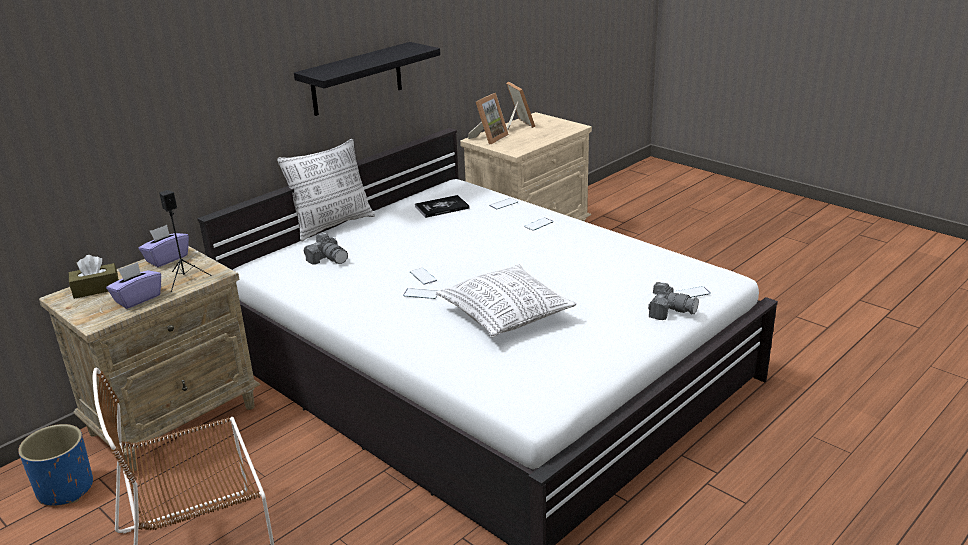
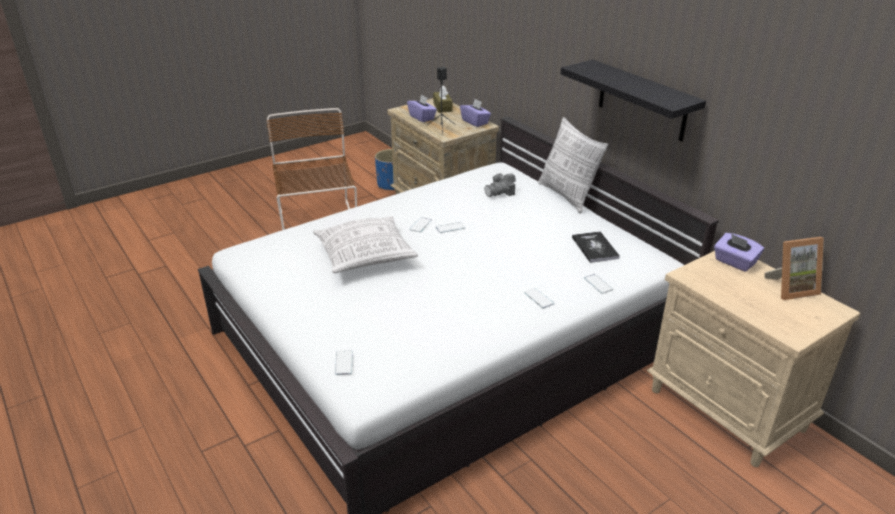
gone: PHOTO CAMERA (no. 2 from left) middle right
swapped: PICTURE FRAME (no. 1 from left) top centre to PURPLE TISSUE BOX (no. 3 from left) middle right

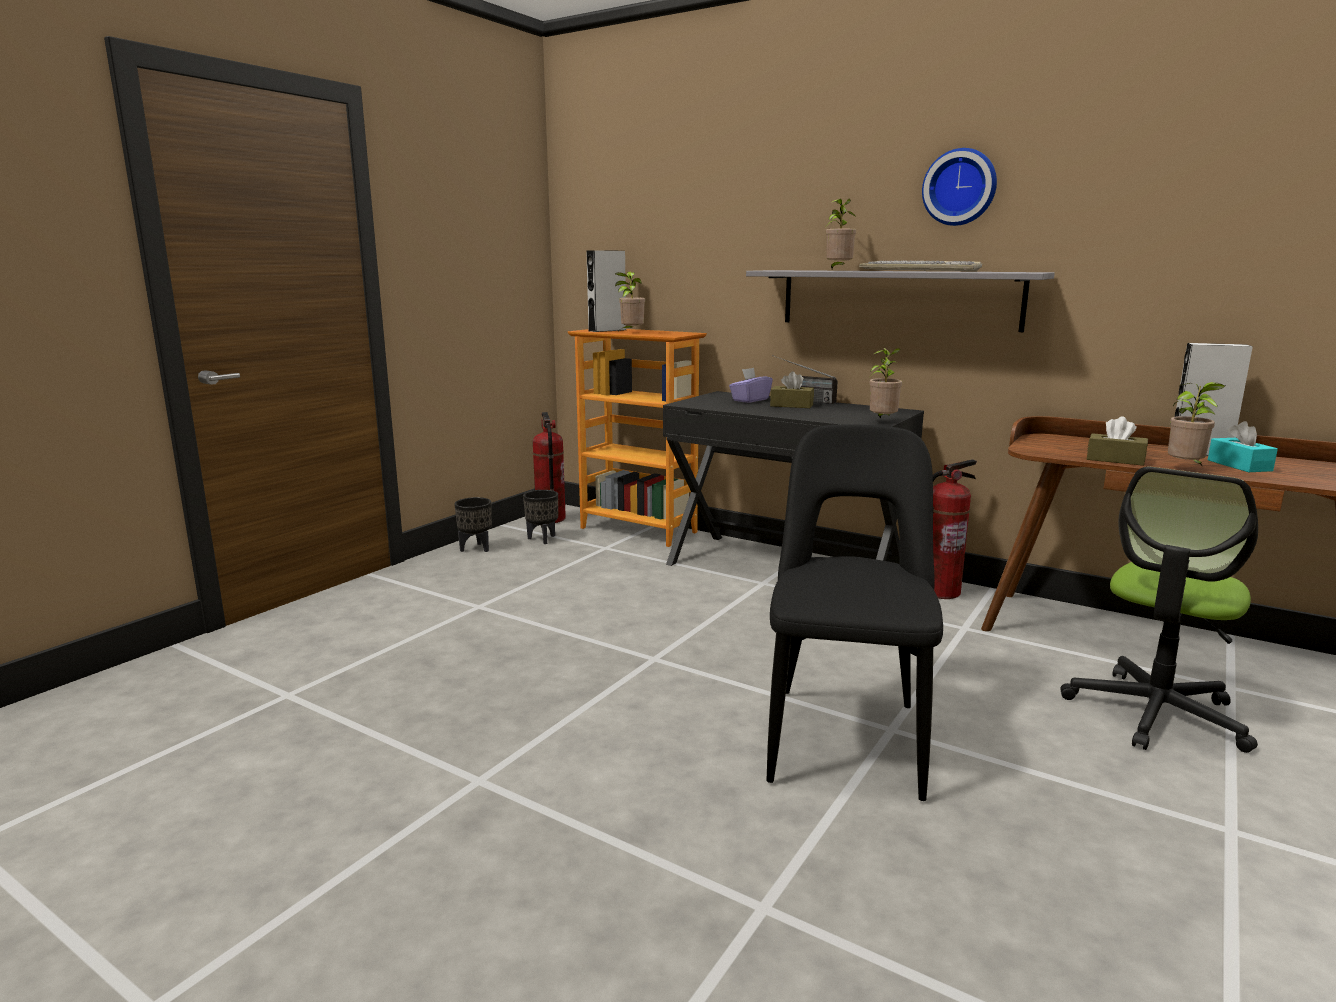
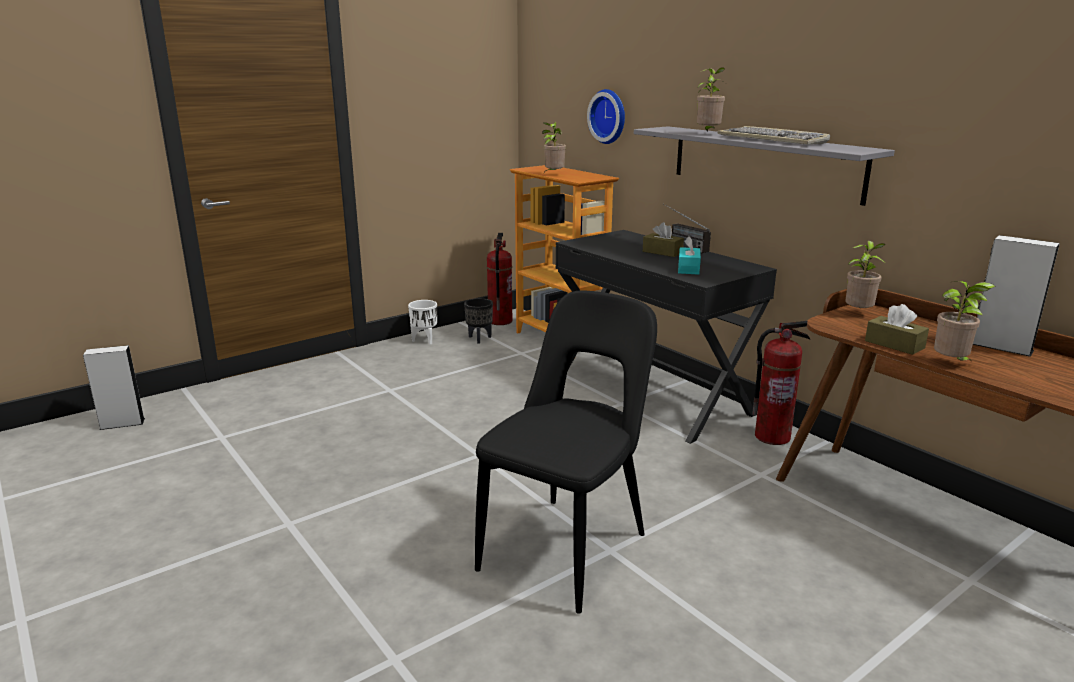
gone: PURPLE TISSUE BOX centre; OFFICE CHAIR middle right
shifted: GREY SPEAKER (no. 1 from left) top centre to middle left; POTTED PLANT (no. 3 from left) centre to middle right; WALL CLOCK top right to top centre; TURQUOISE TISSUE BOX middle right to centre
repainted: BLACK PLANTER (no. 1 from left) centre to WHITE PLANTER centre

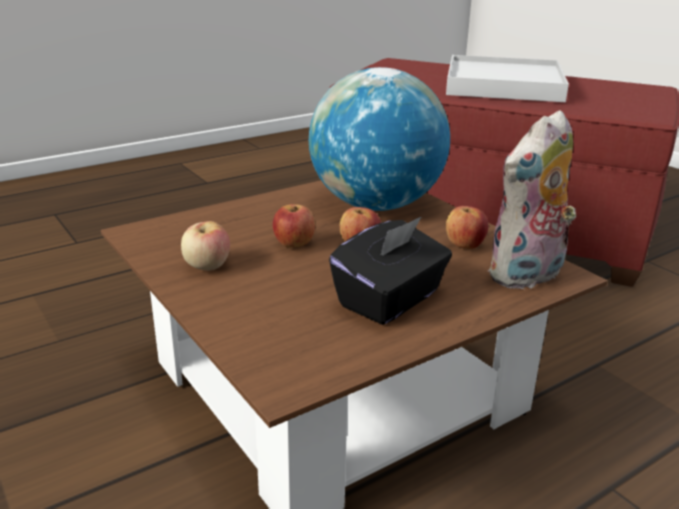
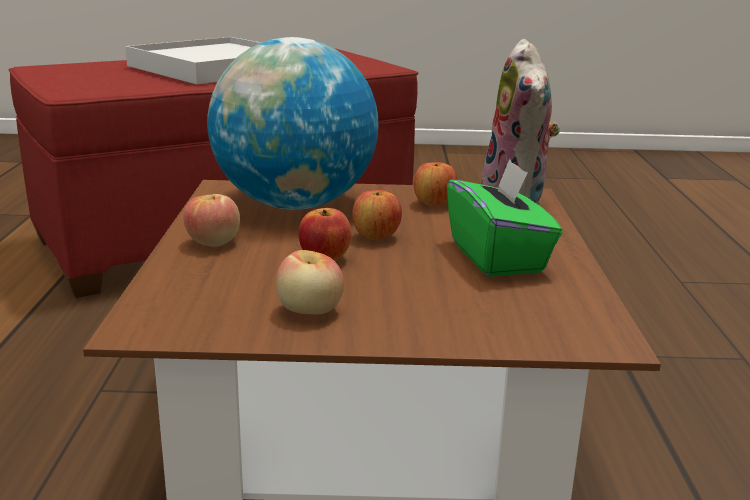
new: APPLE (no. 1 from left) middle left
repainted: BLACK TISSUE BOX centre to GREEN TISSUE BOX middle right

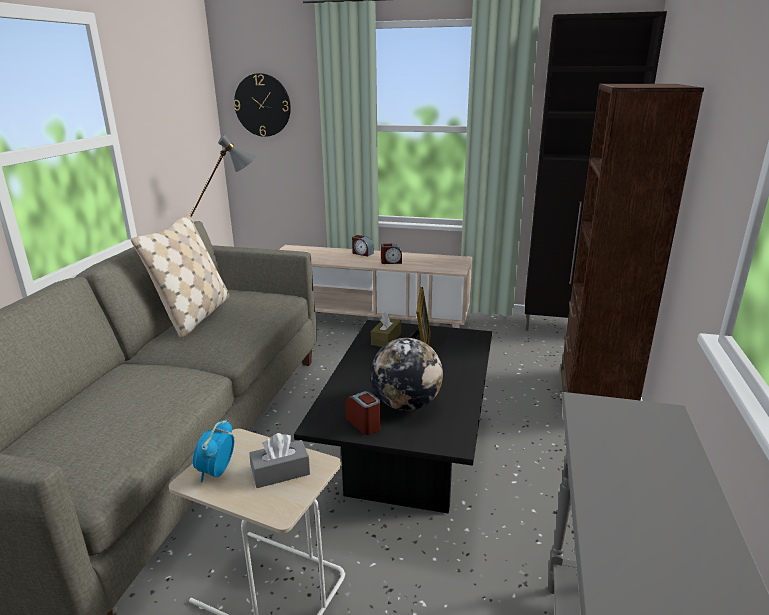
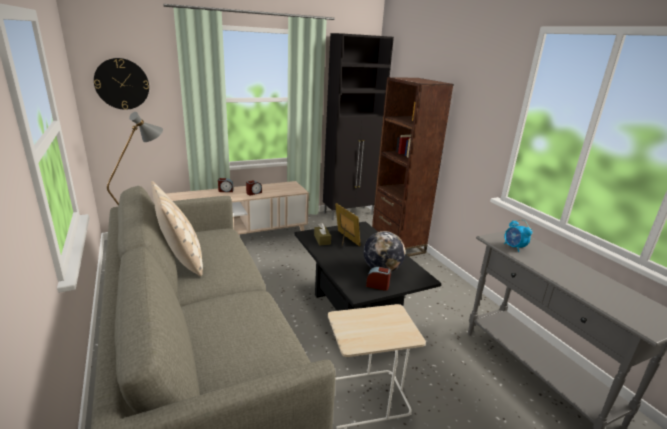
gone: GREY TISSUE BOX bottom centre
shifted: ALARM CLOCK (no. 1 from left in the first image) bottom left to ALARM CLOCK (no. 4 from left) middle right

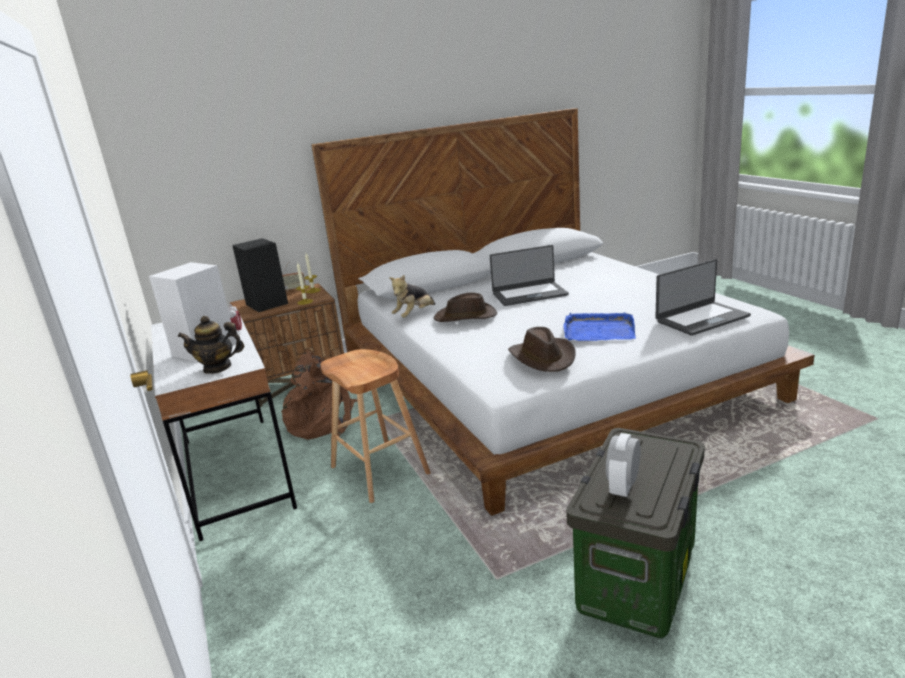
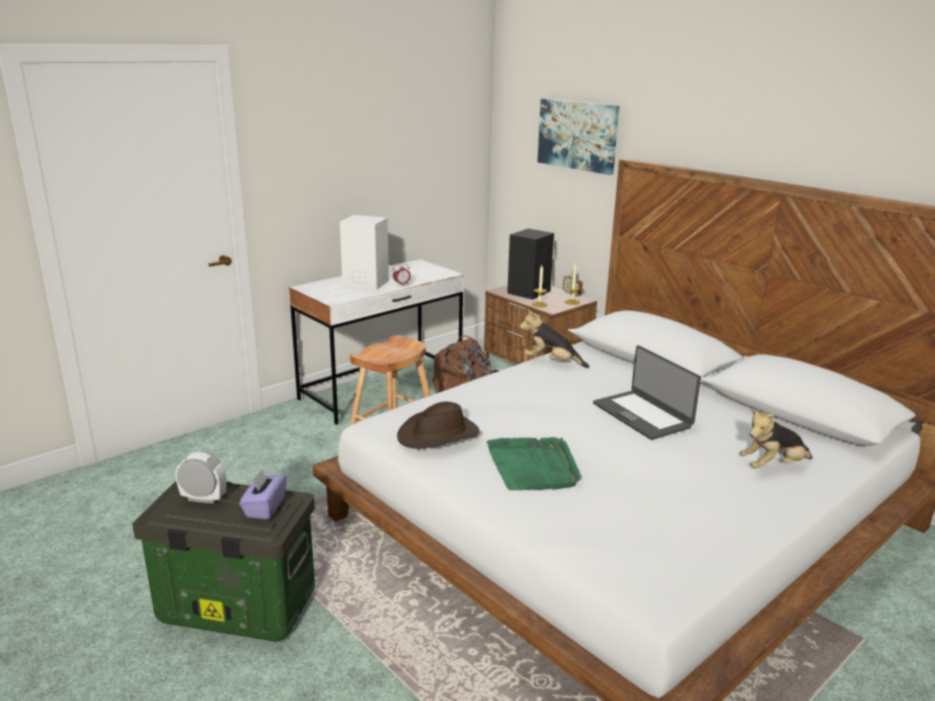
gone: TEAPOT middle left; BROWN HAT (no. 1 from left) centre; LAPTOP (no. 2 from left) middle right
new: PURPLE TISSUE BOX bottom left; PICTURE top centre; PLUSH TOY (no. 2 from left) middle right
repainted: BLUE TRAY centre to GREEN TRAY centre

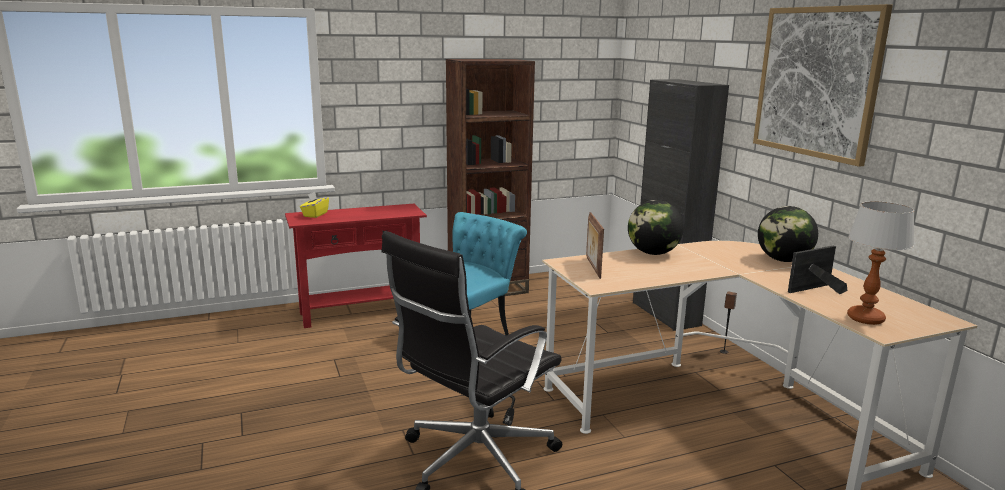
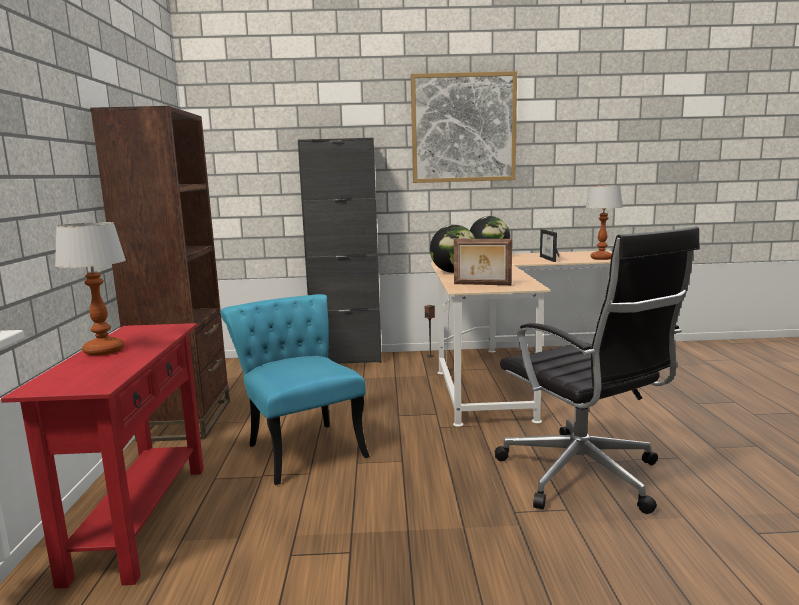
gone: YELLOW TISSUE BOX middle left
new: TABLE LAMP (no. 1 from left) middle left

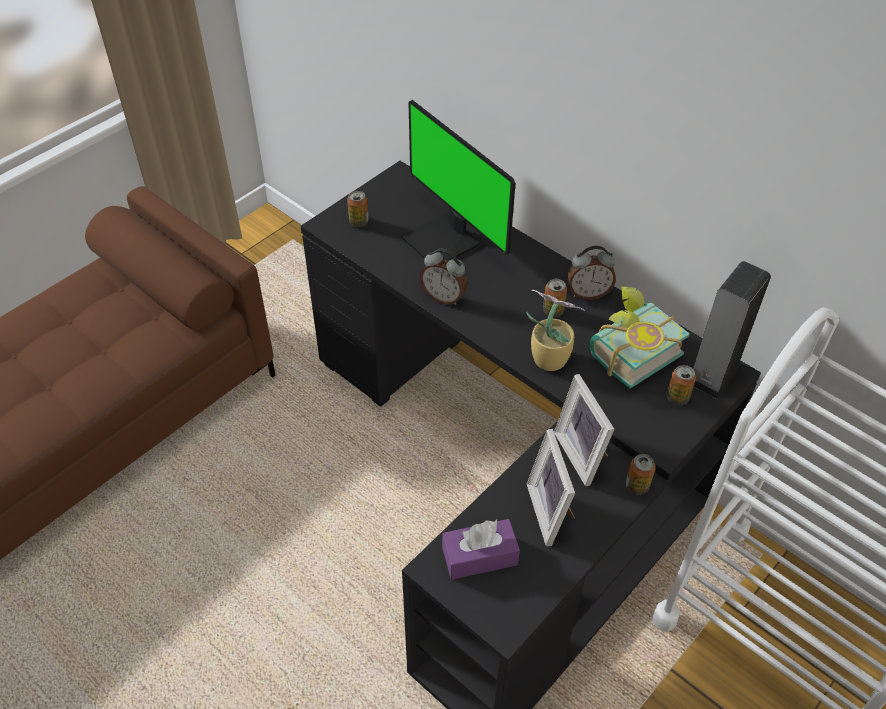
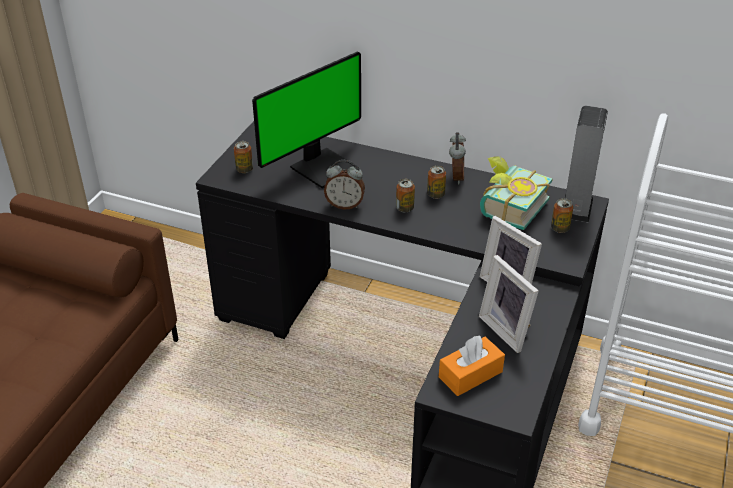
gone: POTTED PLANT centre
shifted: CAN (no. 3 from left in the first image) bottom right to CAN (no. 2 from left) centre
repainted: PURPLE TISSUE BOX bottom centre to ORANGE TISSUE BOX bottom centre
rotated: MONITOR top centre = top centre 75 degrees counterclockwise; ALARM CLOCK (no. 2 from left) middle right = top centre 60 degrees counterclockwise

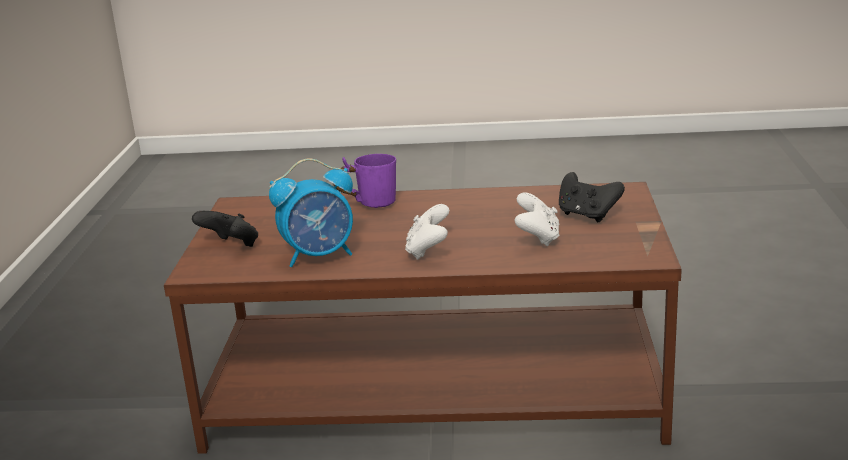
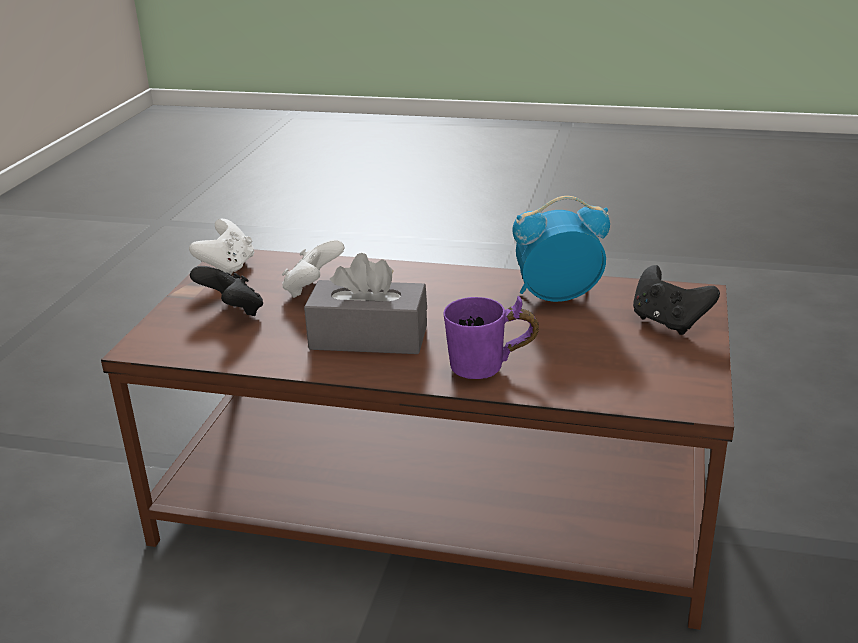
new: GREY TISSUE BOX centre
shifted: WHITE GAME CONTROLLER (no. 1 from left) centre to middle left

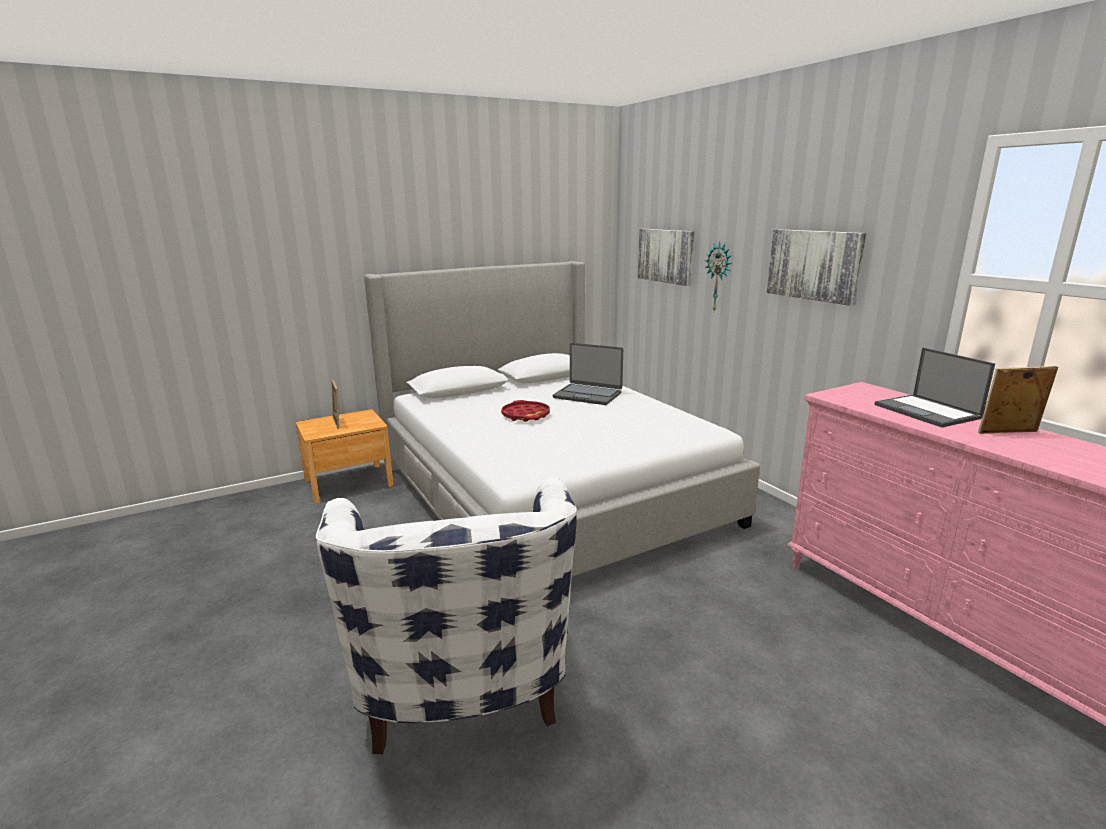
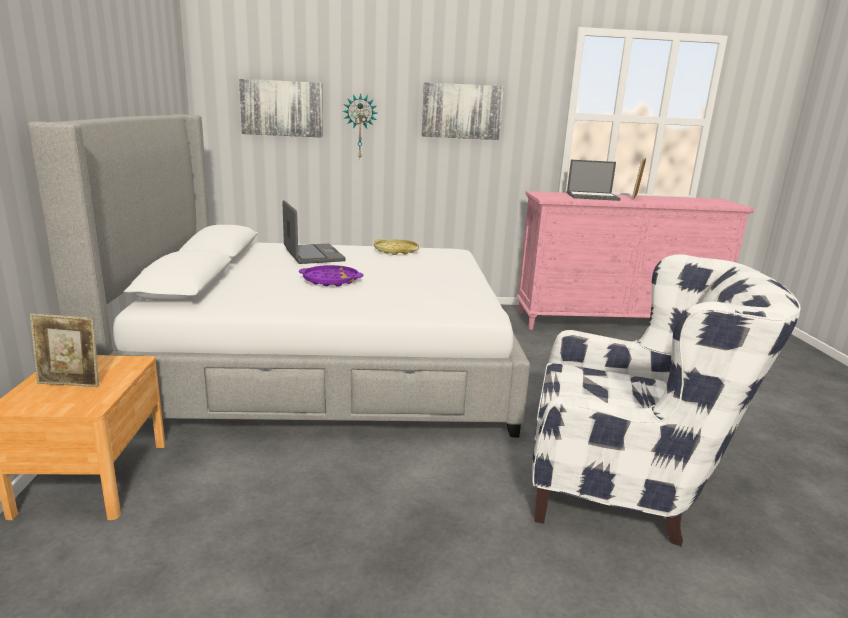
new: YELLOW TRAY centre
repainted: RED TRAY centre to PURPLE TRAY centre
rotated: LAPTOP (no. 1 from left) centre = centre 75 degrees counterclockwise

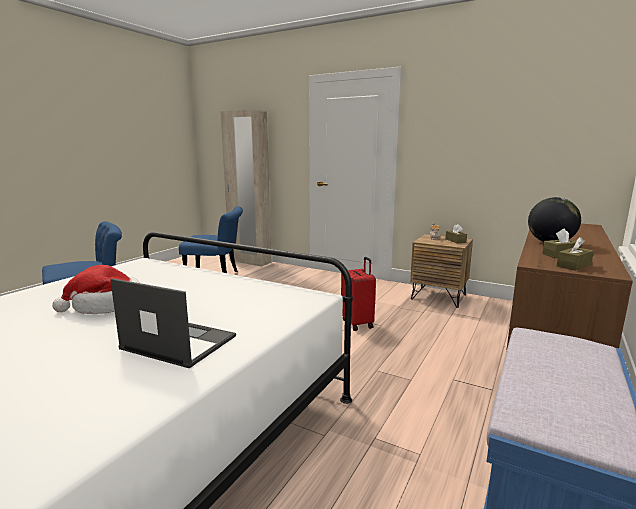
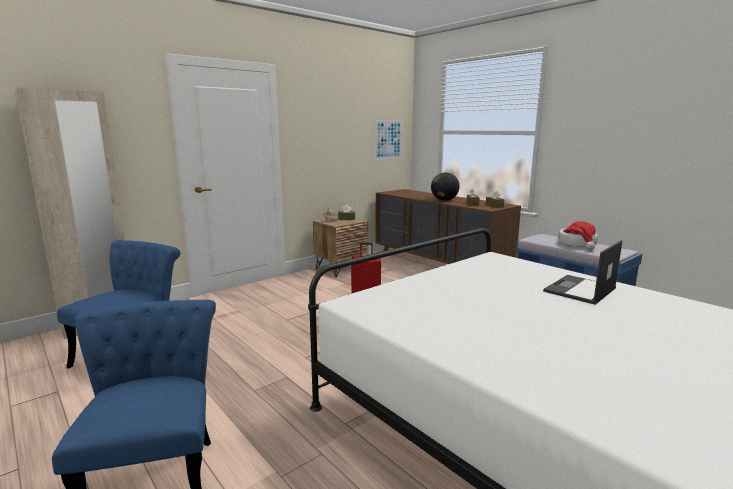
new: PICTURE top centre
shifted: HAT middle left to middle right

